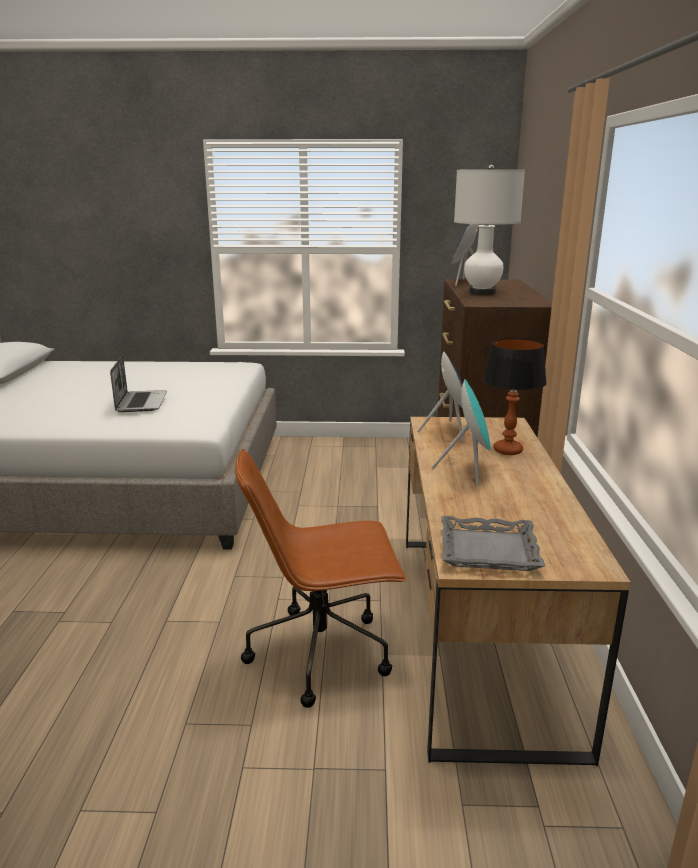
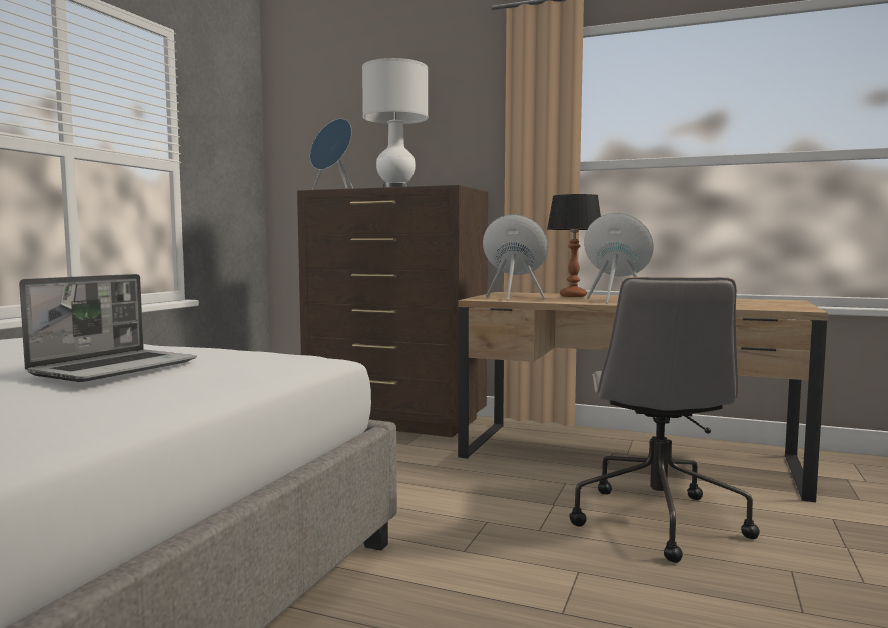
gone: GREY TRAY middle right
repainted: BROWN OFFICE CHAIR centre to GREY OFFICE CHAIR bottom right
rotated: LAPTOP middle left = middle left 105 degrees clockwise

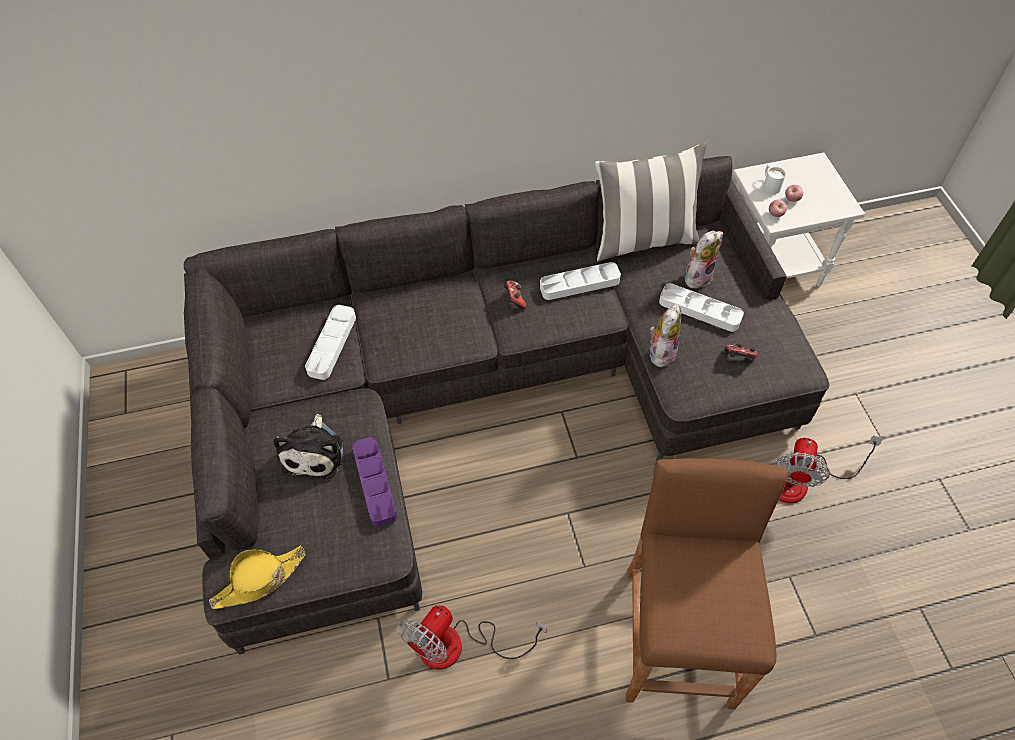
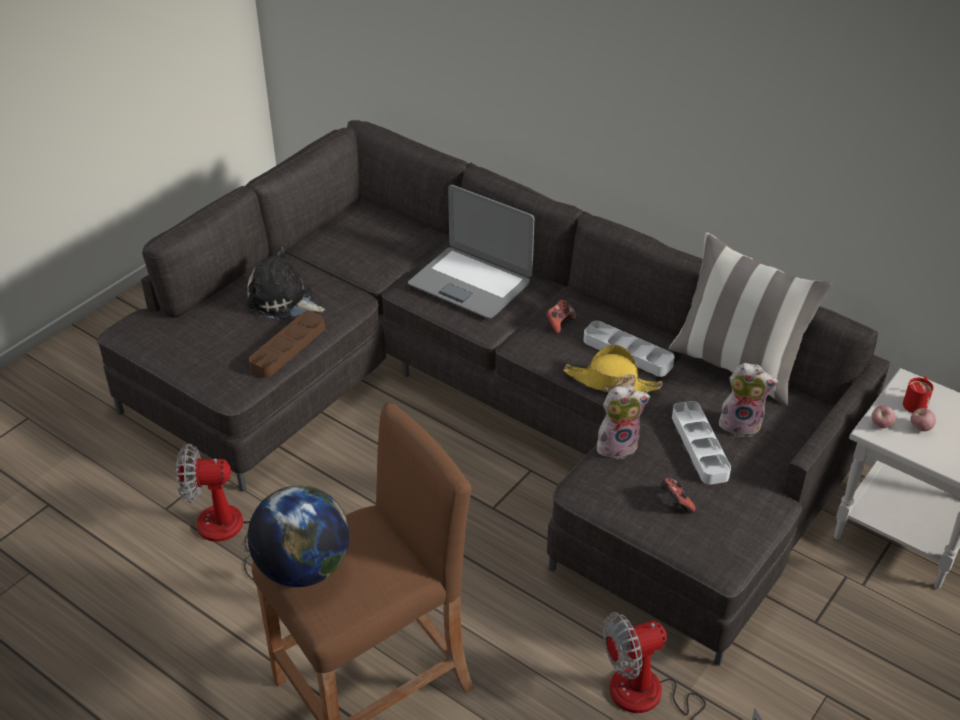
gone: WHITE TRAY (no. 1 from left) middle left
new: GLOBE bottom left; LAPTOP centre
shifted: YELLOW HAT bottom left to centre
repainted: PURPLE TRAY centre to BROWN TRAY middle left; WHITE MUG top right to RED MUG middle right
rotated: PLUSH TOY (no. 1 from left) middle left = middle left 60 degrees clockwise

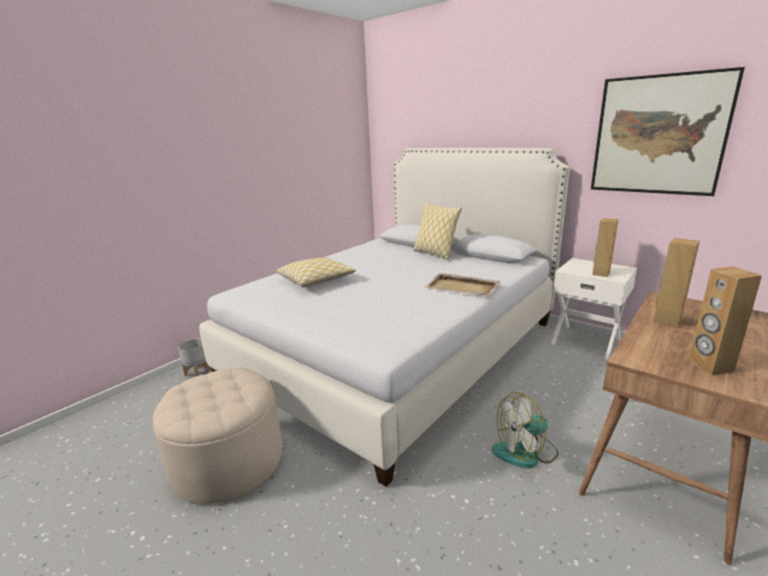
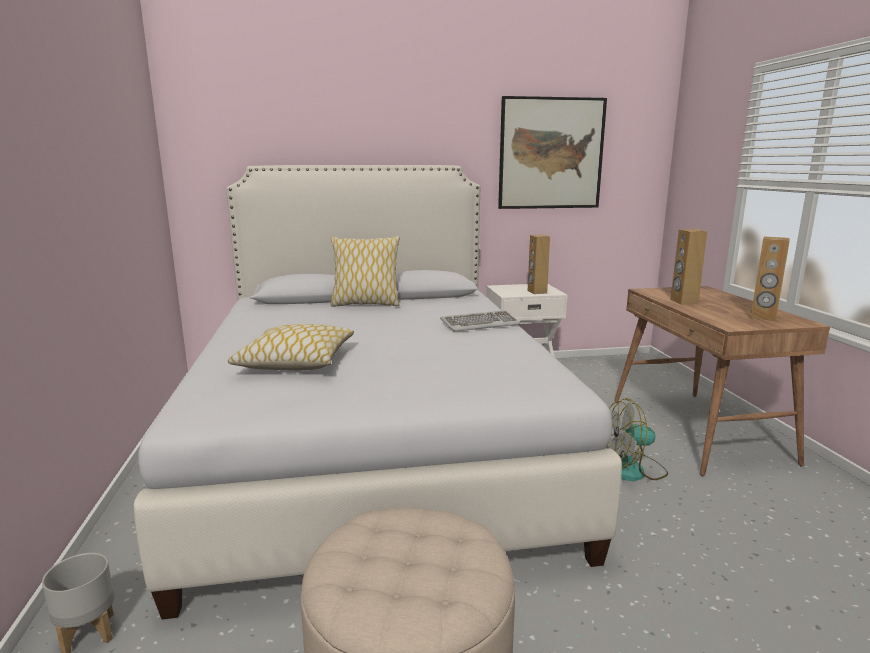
swapped: BEIGE TRAY centre to KEYBOARD centre
rotated: FAN bottom right = bottom right 60 degrees clockwise

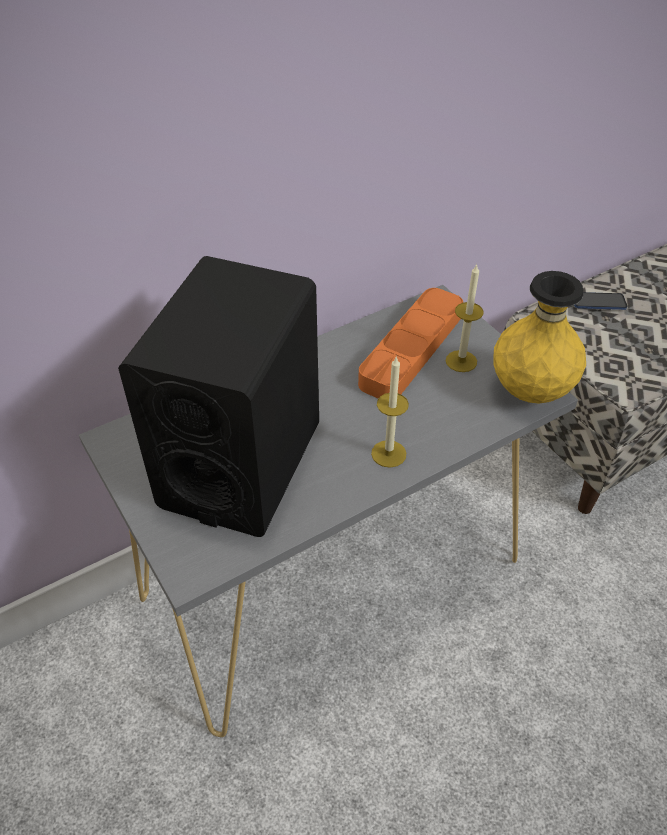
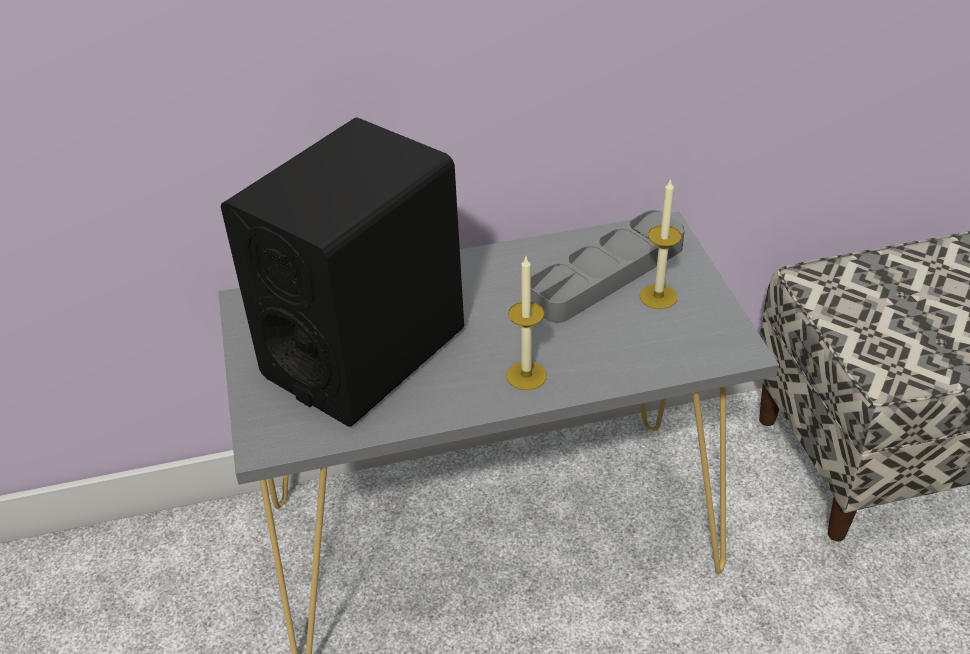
gone: YELLOW VASE middle right; PHONE middle right
repainted: ORANGE TRAY centre to GREY TRAY centre

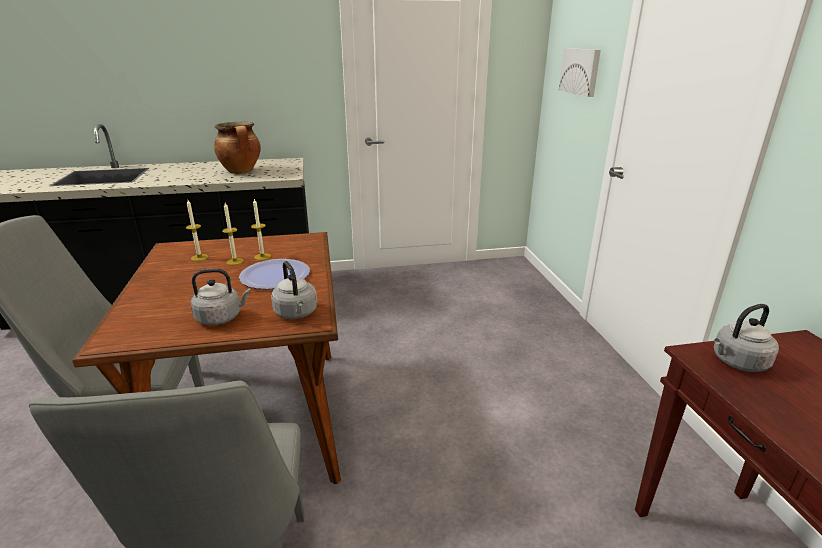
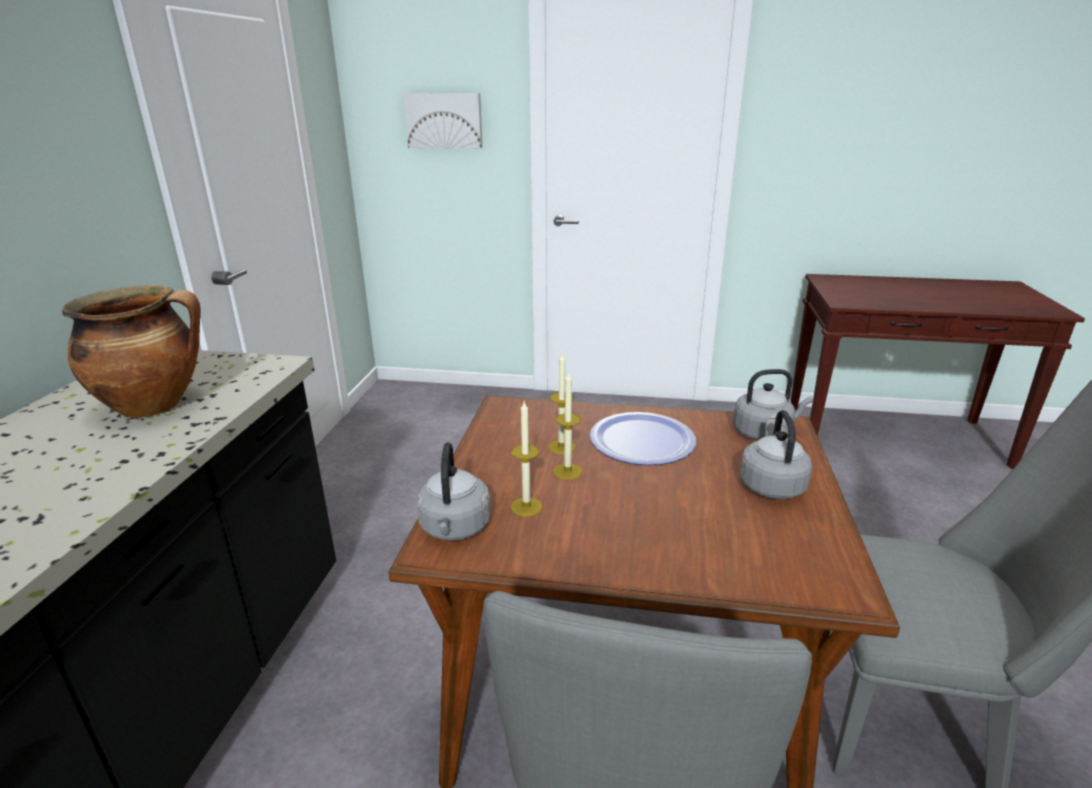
shifted: GREY KETTLE (no. 3 from left in the first image) middle right to GREY KETTLE (no. 1 from left) centre

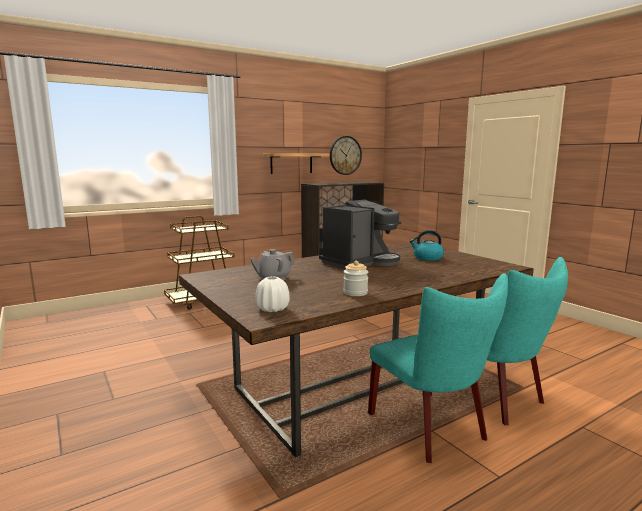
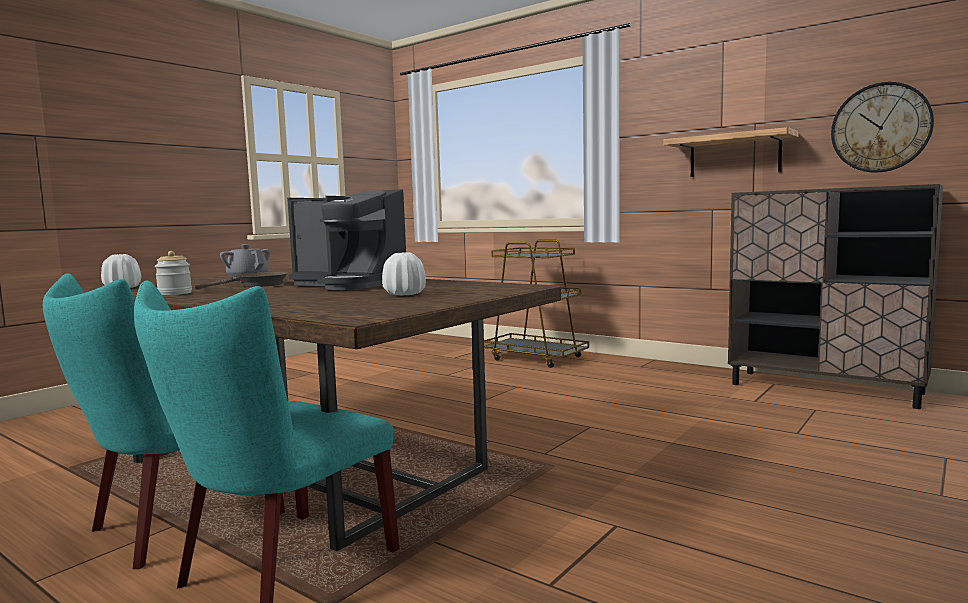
new: BROWN FRYING PAN middle left
swapped: KETTLE centre to WHITE VASE (no. 2 from left) centre

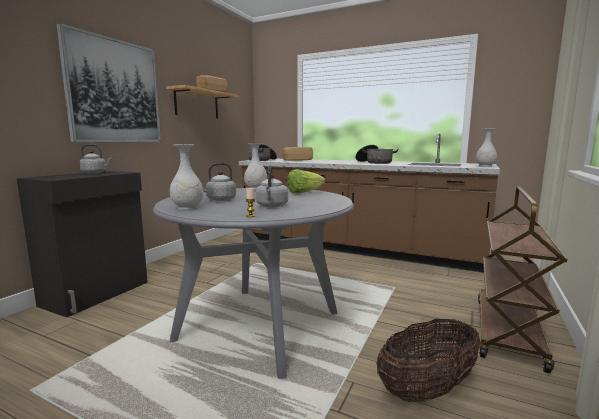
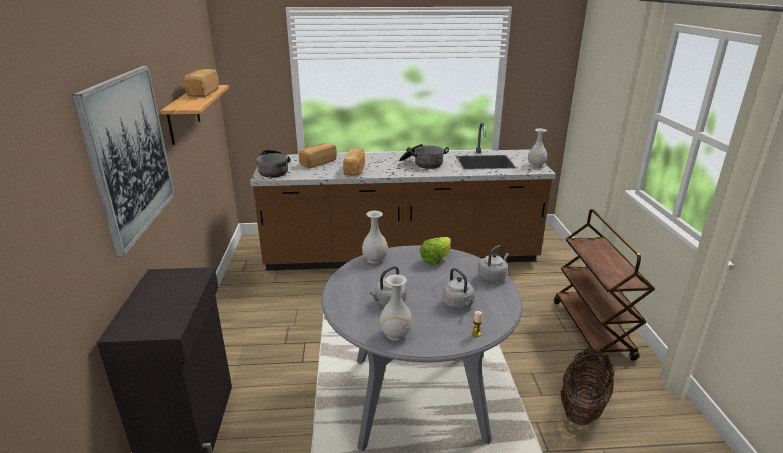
new: BREAD (no. 3 from left) centre
shifted: GREY KETTLE (no. 1 from left in the first image) middle left to GREY KETTLE (no. 3 from left) centre

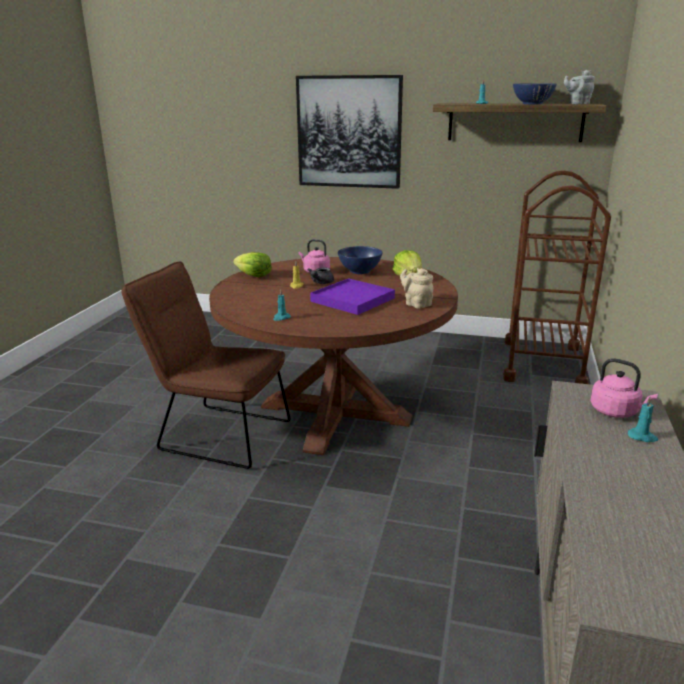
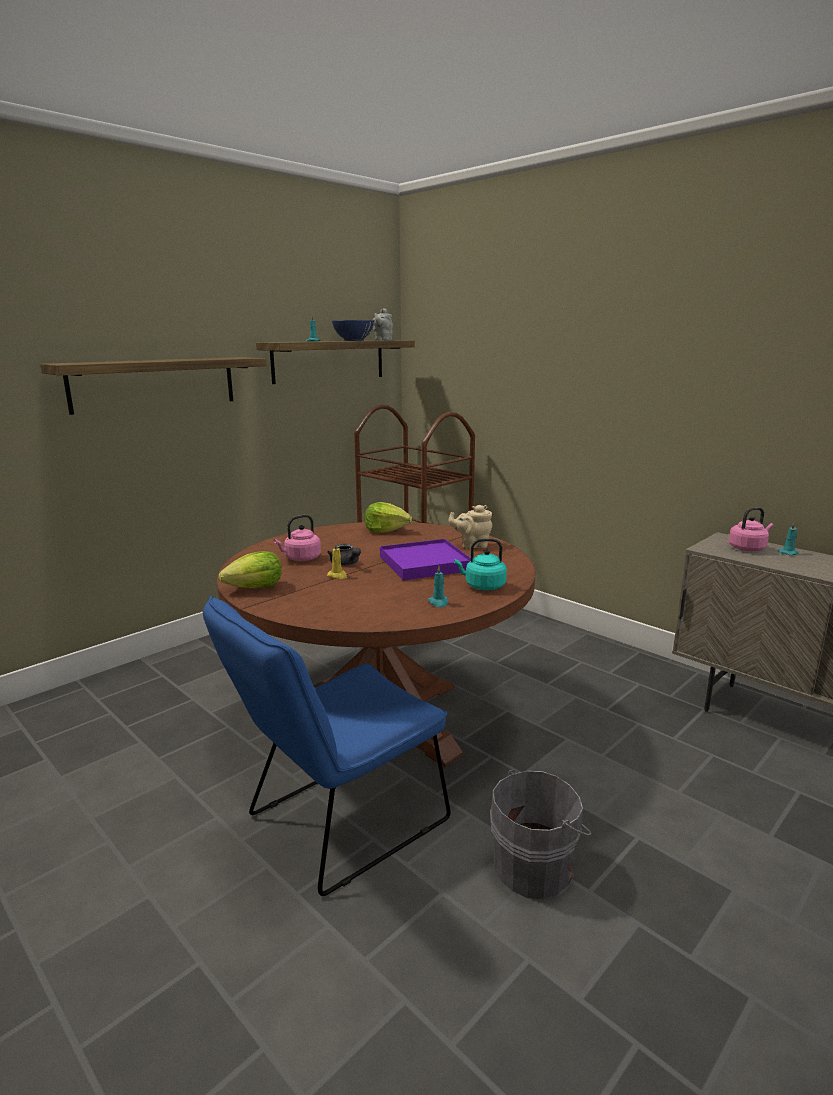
gone: BLUE BOWL (no. 1 from left) centre
new: TURQUOISE KETTLE centre; GREY BUCKET bottom centre
swapped: PICTURE top centre to SHELF (no. 1 from left) middle left
repainted: BROWN CHAIR middle left to BLUE CHAIR bottom centre

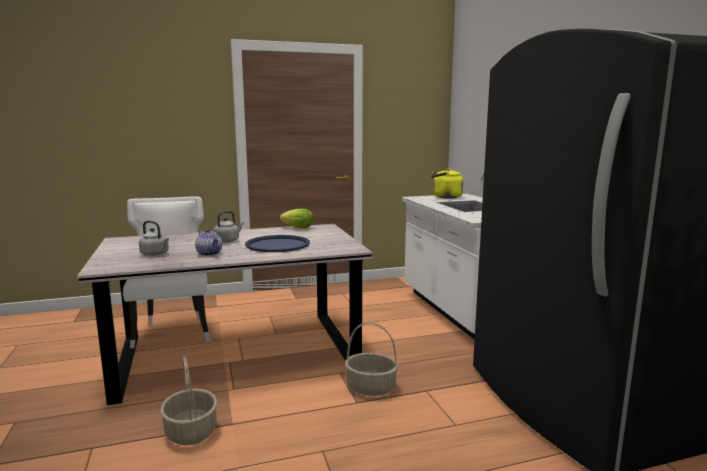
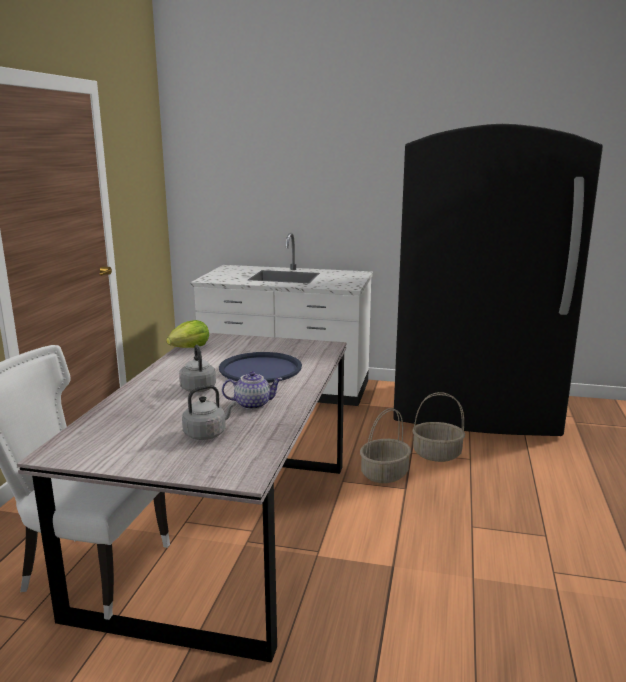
gone: YELLOW KETTLE centre
shifted: BASKET (no. 1 from left in the first image) bottom left to BASKET (no. 2 from left) middle right

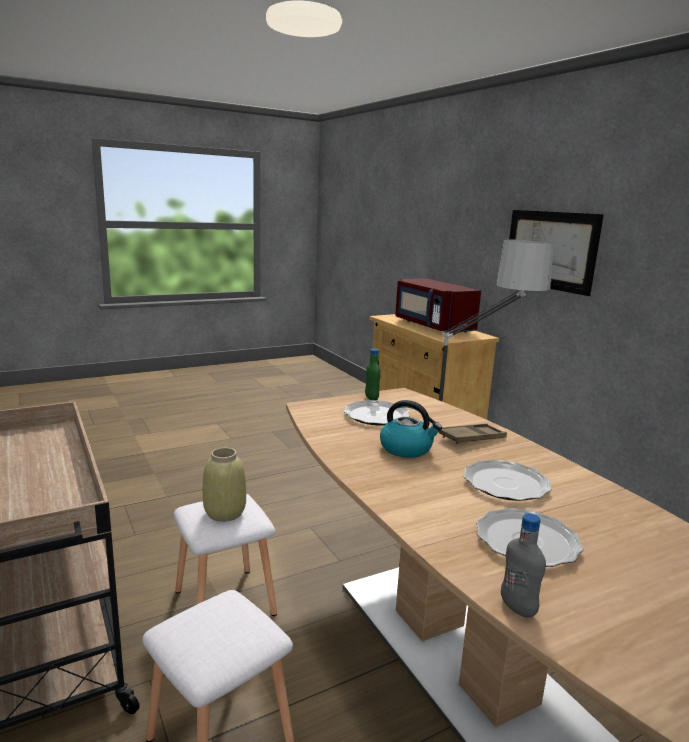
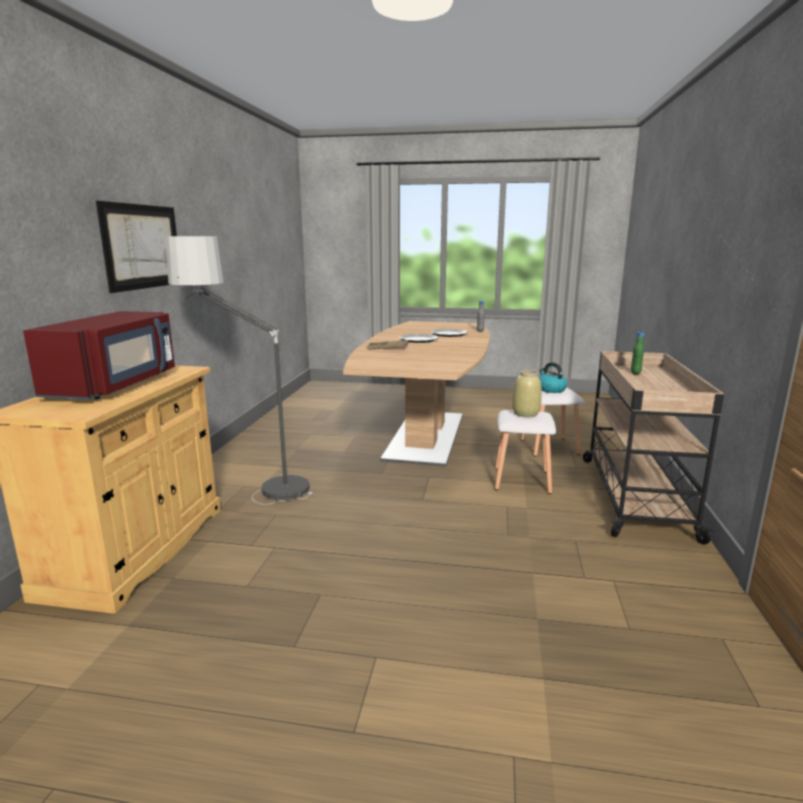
gone: PLATE (no. 1 from left) centre
shifted: GREEN BOTTLE centre to middle right; KETTLE centre to middle right

